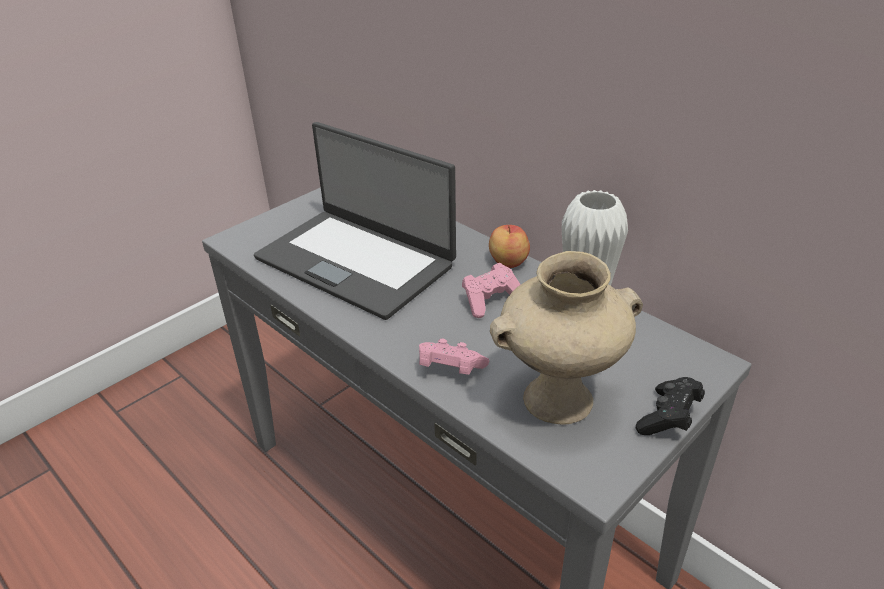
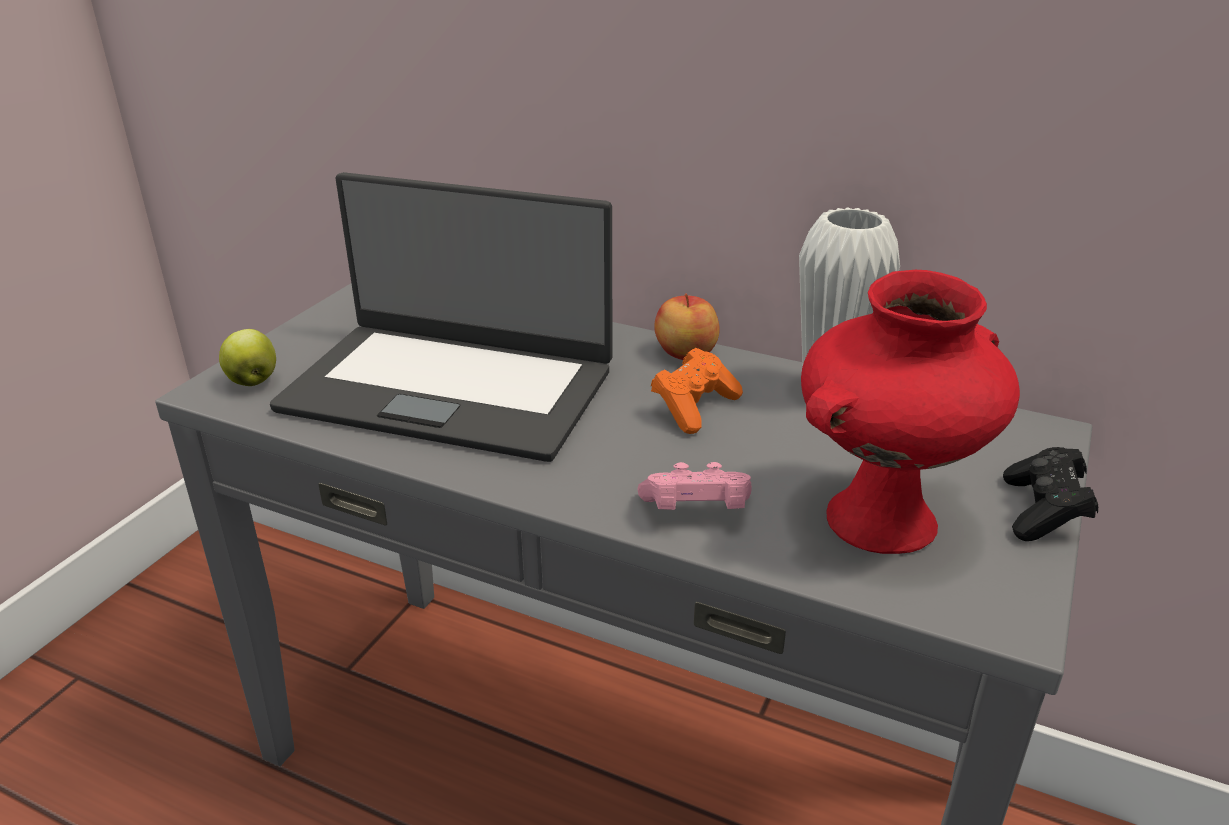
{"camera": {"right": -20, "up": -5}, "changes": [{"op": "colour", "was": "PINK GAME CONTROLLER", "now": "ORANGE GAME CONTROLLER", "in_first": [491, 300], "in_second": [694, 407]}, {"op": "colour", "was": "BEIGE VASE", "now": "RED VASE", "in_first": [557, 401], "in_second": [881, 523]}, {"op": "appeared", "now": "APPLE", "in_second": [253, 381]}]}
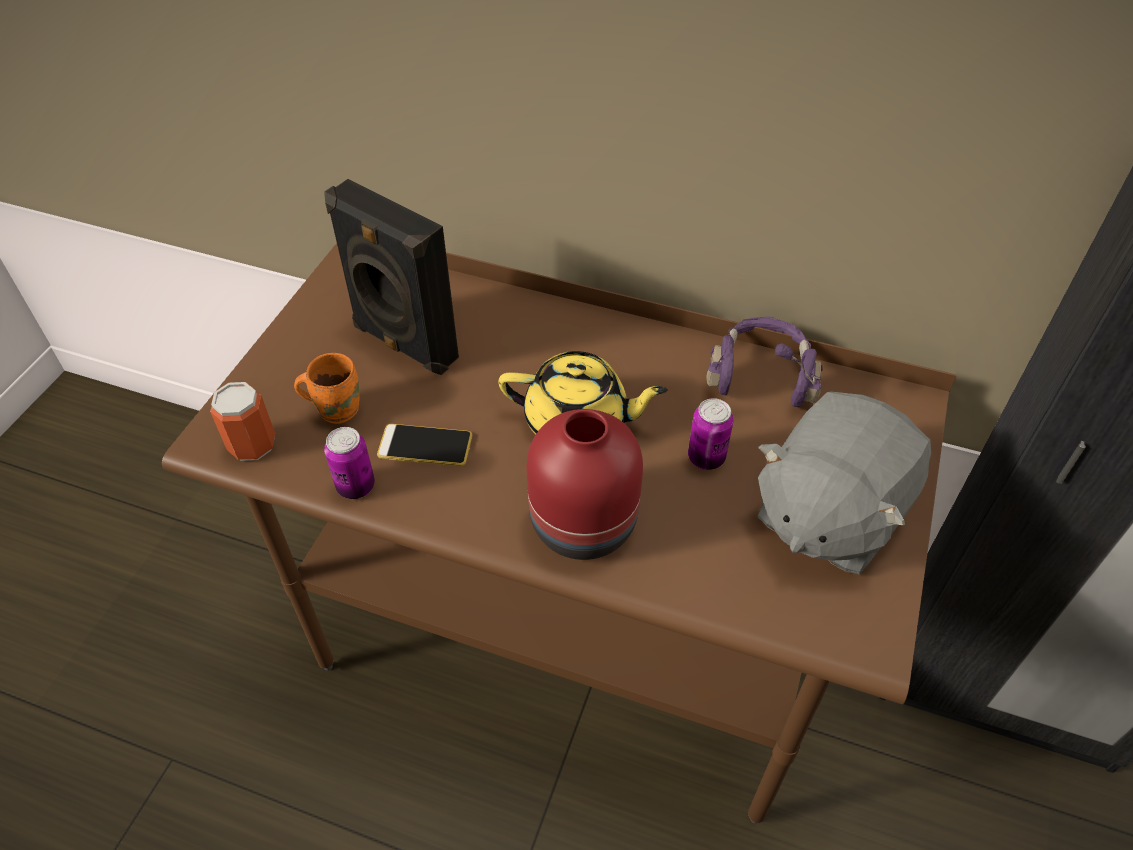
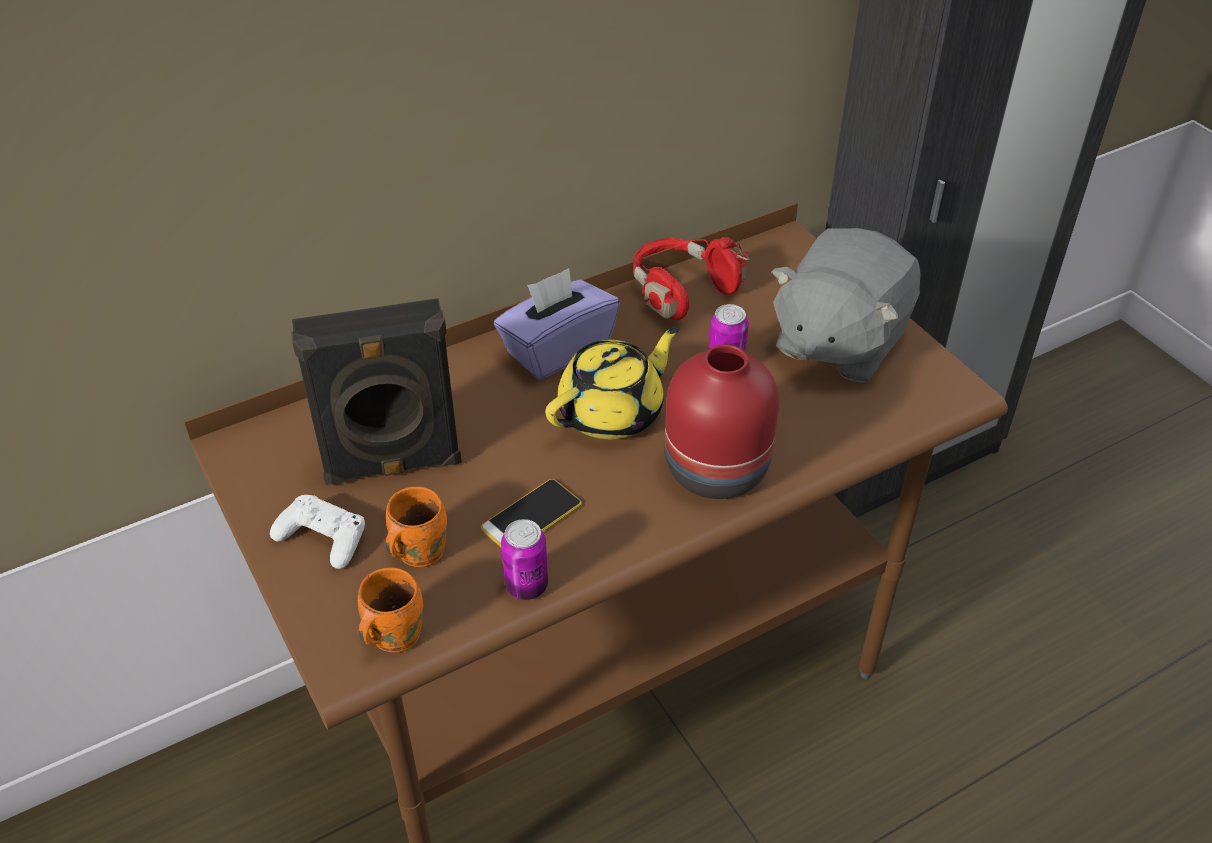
{"camera": {"right": -50, "up": -5}, "changes": [{"op": "exchanged", "was": "CAN", "now": "ORANGE MUG", "in_first": [252, 445], "in_second": [391, 635]}, {"op": "colour", "was": "PURPLE HEADPHONES", "now": "RED HEADPHONES", "in_first": [762, 375], "in_second": [681, 291]}, {"op": "spun", "was": "GREY PLUSH TOY", "in_first": [828, 514], "in_second": [838, 342], "clockwise": 45}, {"op": "appeared", "now": "WHITE GAME CONTROLLER", "in_second": [323, 538]}, {"op": "appeared", "now": "PURPLE TISSUE BOX", "in_second": [557, 349]}]}
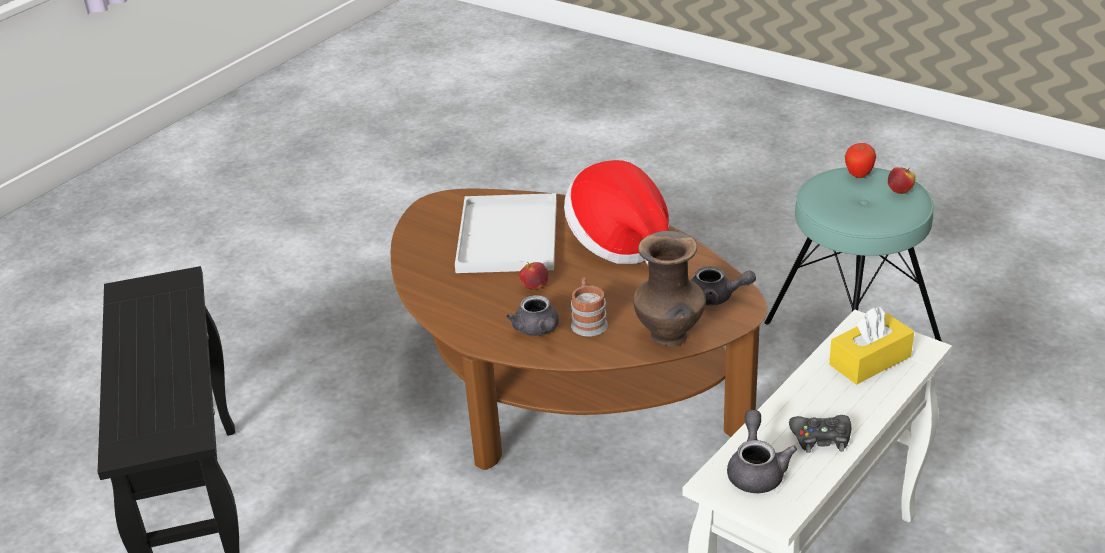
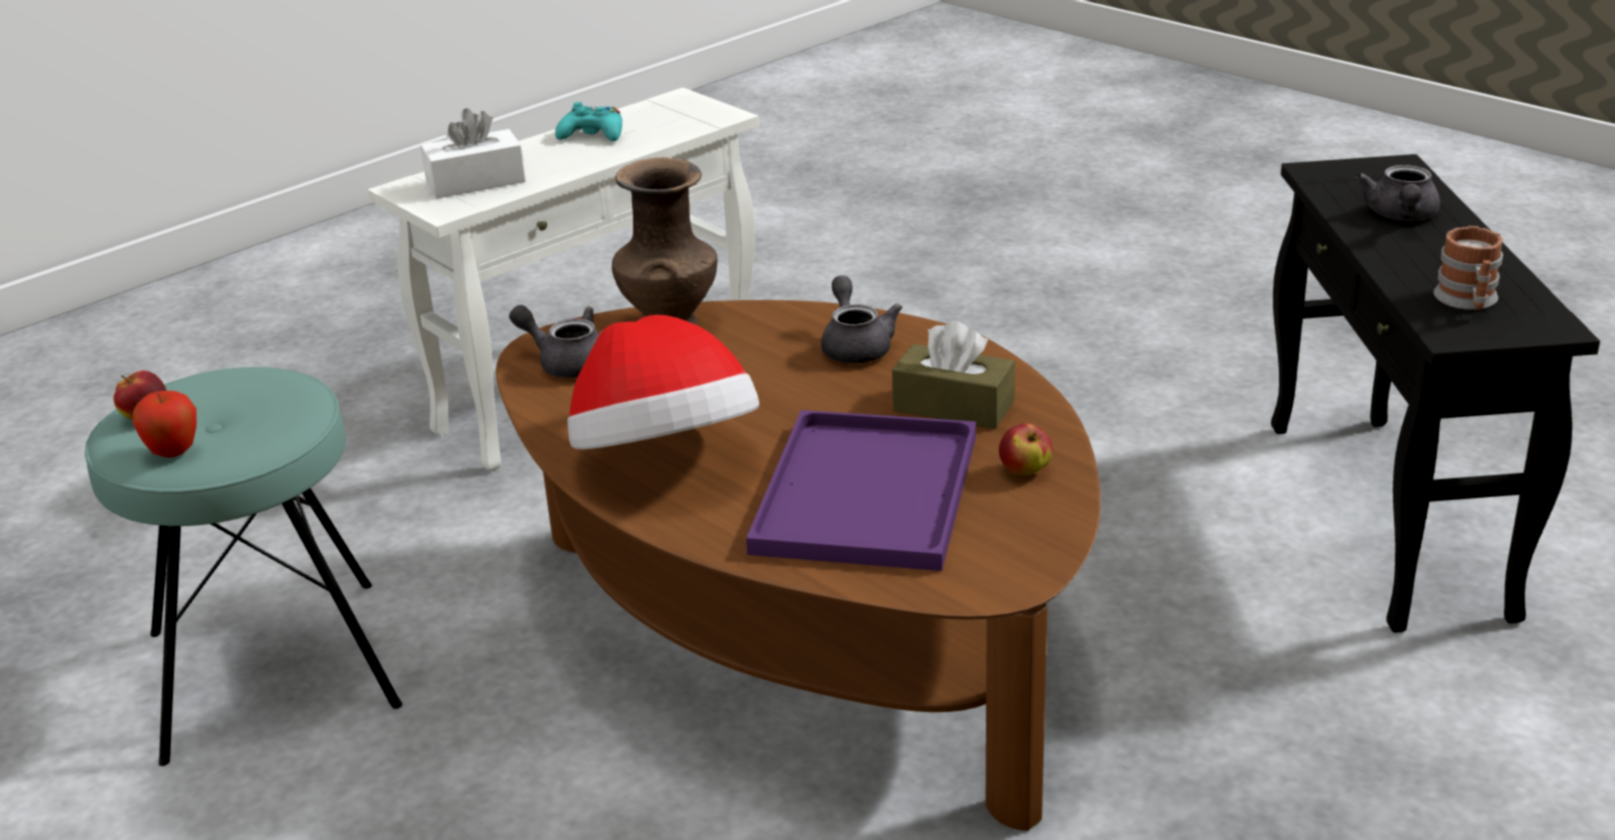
{"camera": {"right": -170, "up": -5}, "changes": [{"op": "colour", "was": "WHITE TRAY", "now": "PURPLE TRAY", "in_first": [509, 237], "in_second": [865, 490]}, {"op": "relocated", "was": "APPLE", "in_first": [534, 287], "in_second": [1025, 471]}, {"op": "relocated", "was": "MUG", "in_first": [588, 322], "in_second": [1468, 302]}, {"op": "relocated", "was": "GREY TEAPOT", "in_first": [756, 470], "in_second": [1400, 216]}, {"op": "colour", "was": "BLACK GAME CONTROLLER", "now": "TURQUOISE GAME CONTROLLER", "in_first": [821, 438], "in_second": [593, 135]}, {"op": "colour", "was": "YELLOW TISSUE BOX", "now": "WHITE TISSUE BOX", "in_first": [870, 360], "in_second": [476, 182]}, {"op": "appeared", "now": "BROWN TISSUE BOX", "in_second": [953, 406]}]}
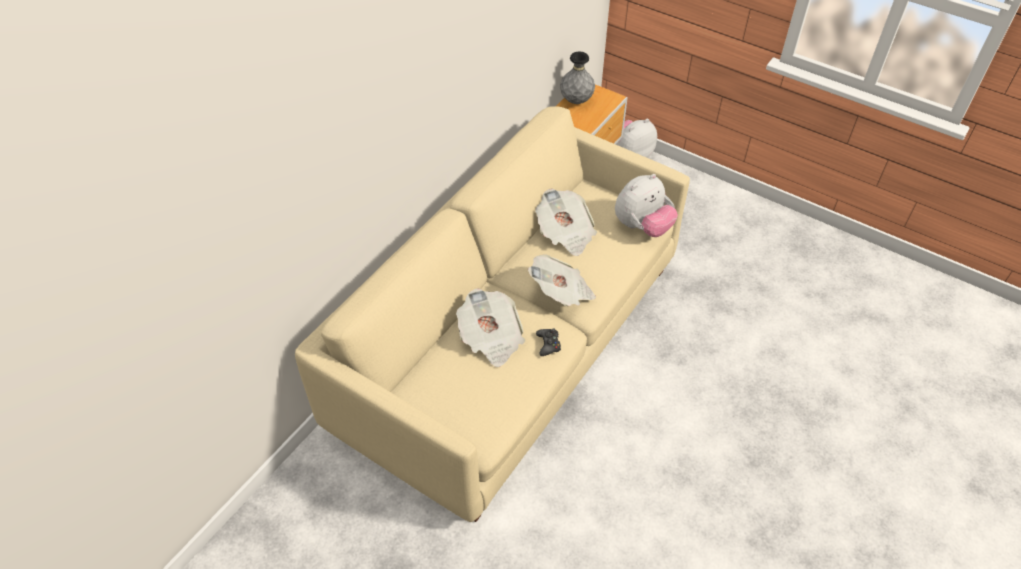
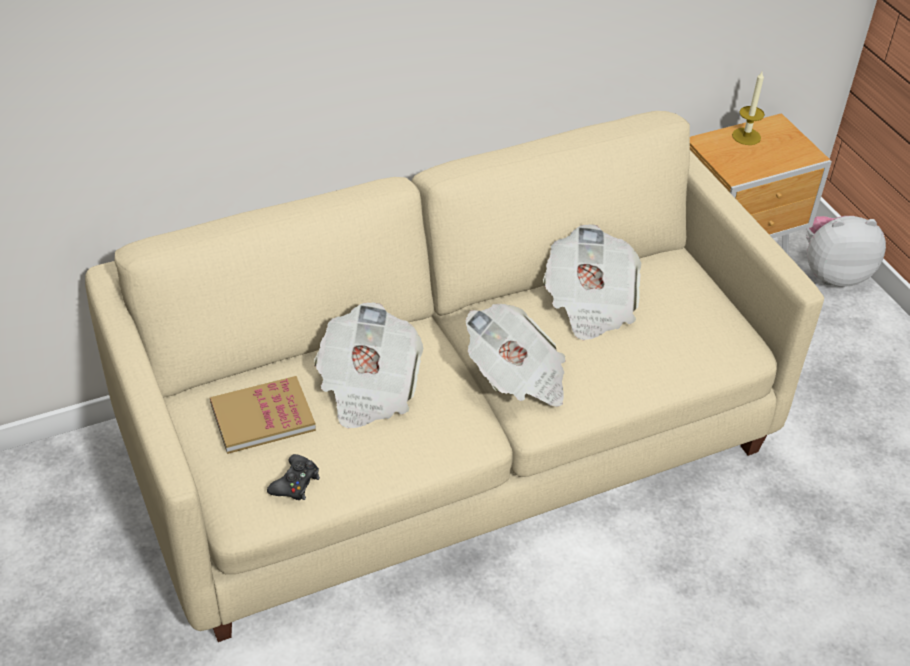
{"camera": {"right": 30, "up": -5}, "changes": [{"op": "relocated", "was": "BLACK GAME CONTROLLER", "in_first": [548, 344], "in_second": [295, 483]}, {"op": "exchanged", "was": "GREY VASE", "now": "CANDLE", "in_first": [576, 101], "in_second": [746, 136]}, {"op": "missing", "was": "PLUSH TOY", "in_first": [642, 227]}, {"op": "appeared", "now": "BOOK", "in_second": [262, 417]}]}
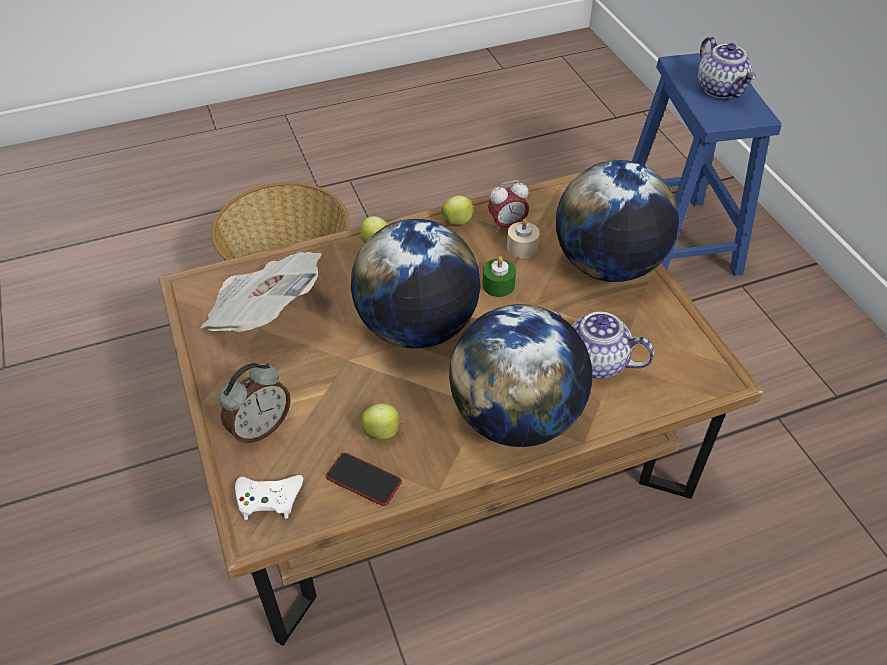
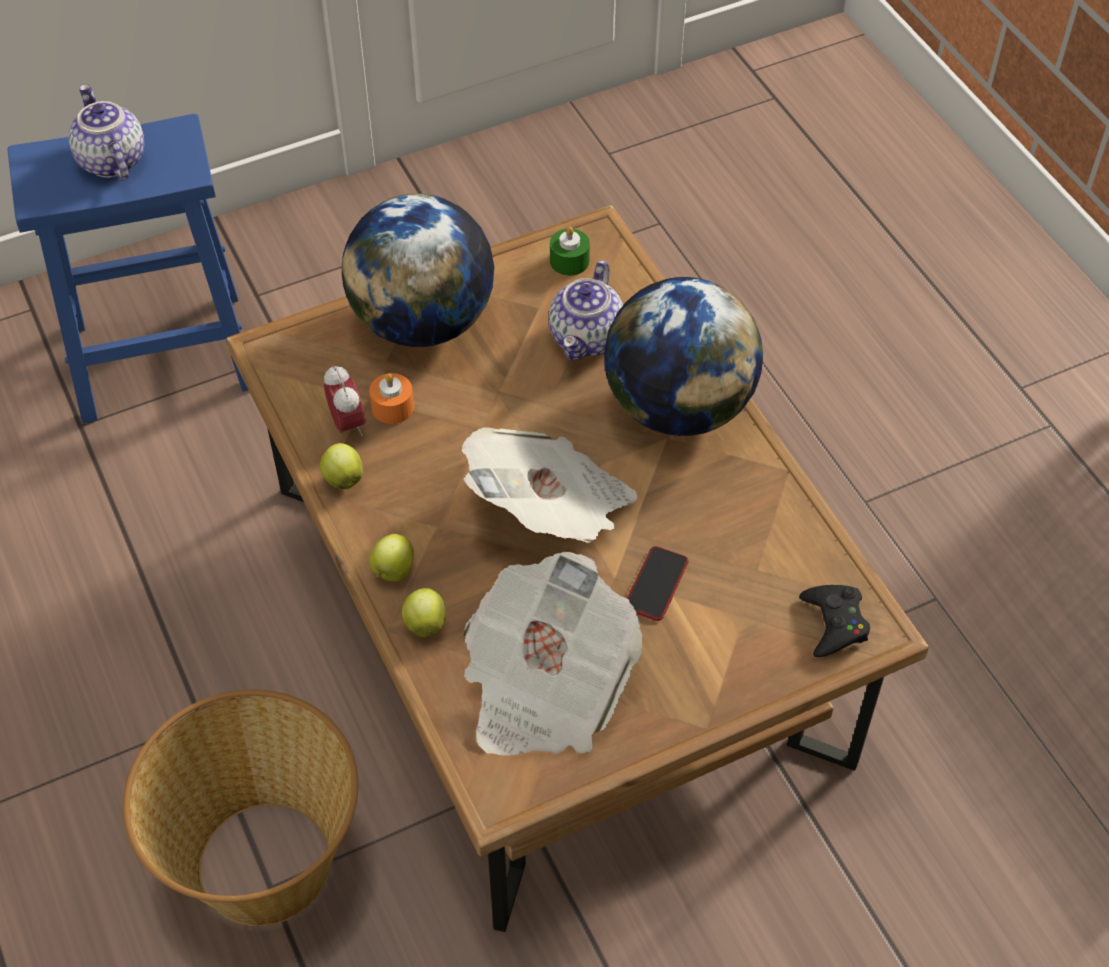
{"camera": {"right": -95, "up": 5}, "changes": [{"op": "missing", "was": "ALARM CLOCK", "in_first": [260, 427]}, {"op": "colour", "was": "WHITE GAME CONTROLLER", "now": "BLACK GAME CONTROLLER", "in_first": [268, 499], "in_second": [834, 624]}, {"op": "relocated", "was": "PHONE", "in_first": [364, 480], "in_second": [656, 584]}, {"op": "exchanged", "was": "GLOBE", "now": "NEWSPAPER", "in_first": [417, 327], "in_second": [551, 509]}, {"op": "relocated", "was": "APPLE", "in_first": [383, 432], "in_second": [425, 624]}, {"op": "relocated", "was": "GREEN CANDLE", "in_first": [498, 285], "in_second": [569, 261]}, {"op": "colour", "was": "BEIGE CANDLE", "now": "ORANGE CANDLE", "in_first": [522, 247], "in_second": [392, 407]}, {"op": "spun", "was": "TEAPOT", "in_first": [721, 89], "in_second": [110, 161], "clockwise": -90}]}
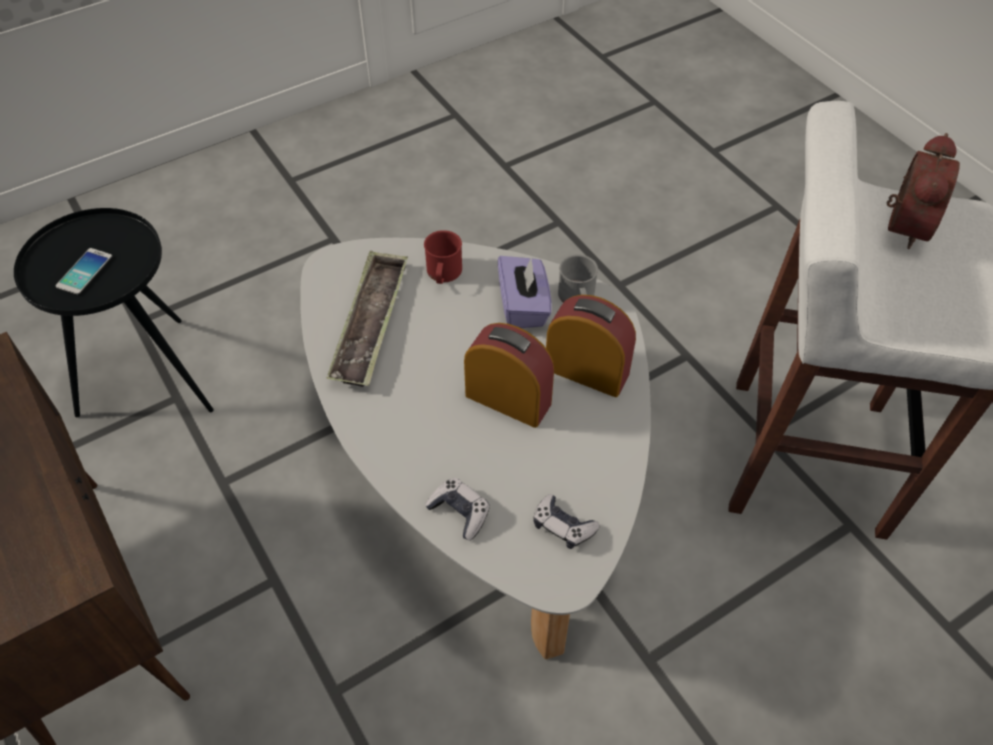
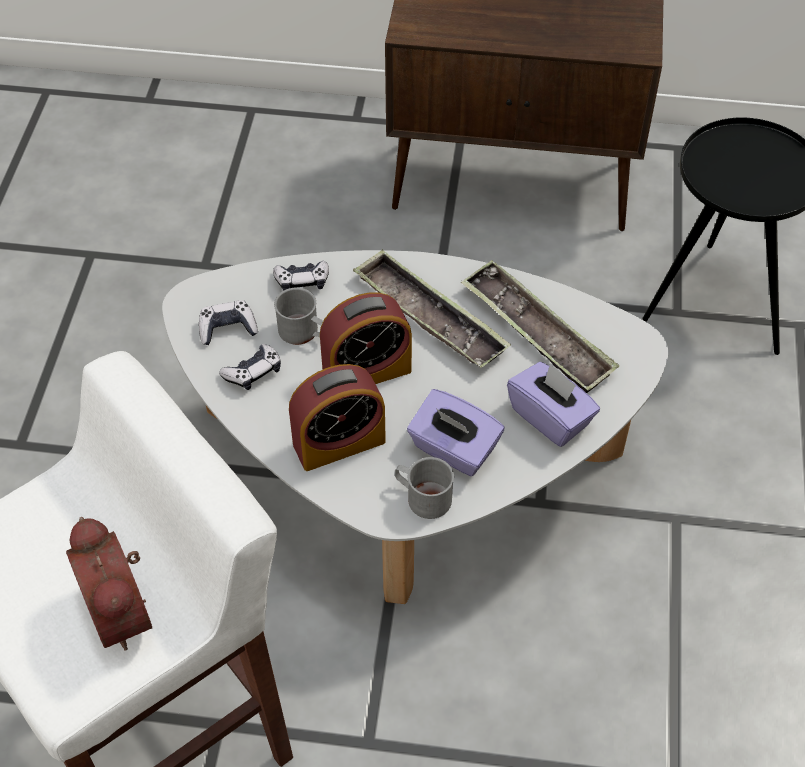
{"camera": {"right": 130, "up": 0}, "changes": [{"op": "missing", "was": "PHONE", "in_first": [85, 272]}, {"op": "exchanged", "was": "RED MUG", "now": "PURPLE TISSUE BOX", "in_first": [443, 274], "in_second": [550, 417]}, {"op": "appeared", "now": "GAME CONTROLLER", "in_second": [253, 372]}, {"op": "appeared", "now": "GREY MUG", "in_second": [303, 332]}, {"op": "appeared", "now": "TRAY", "in_second": [429, 316]}]}
